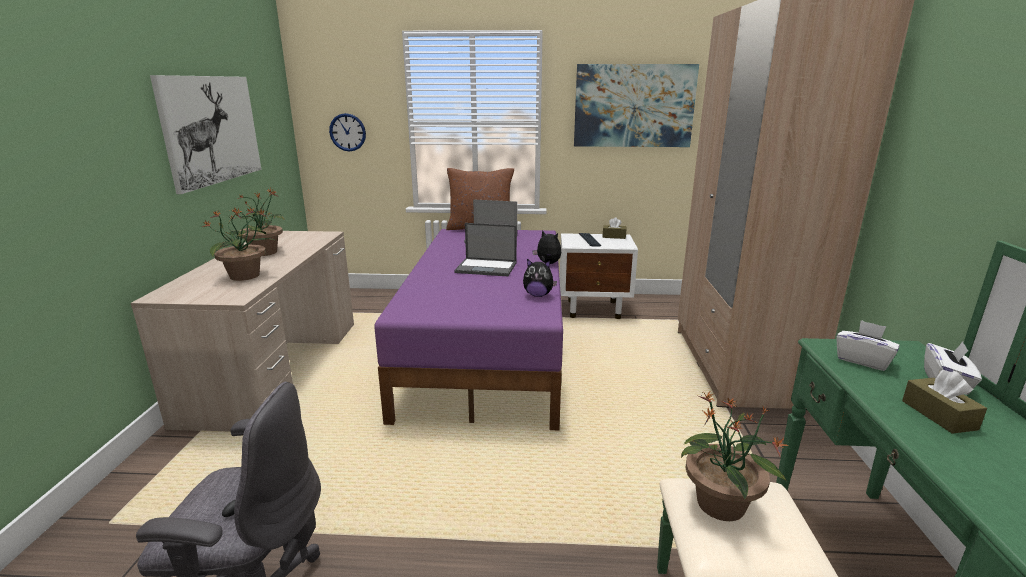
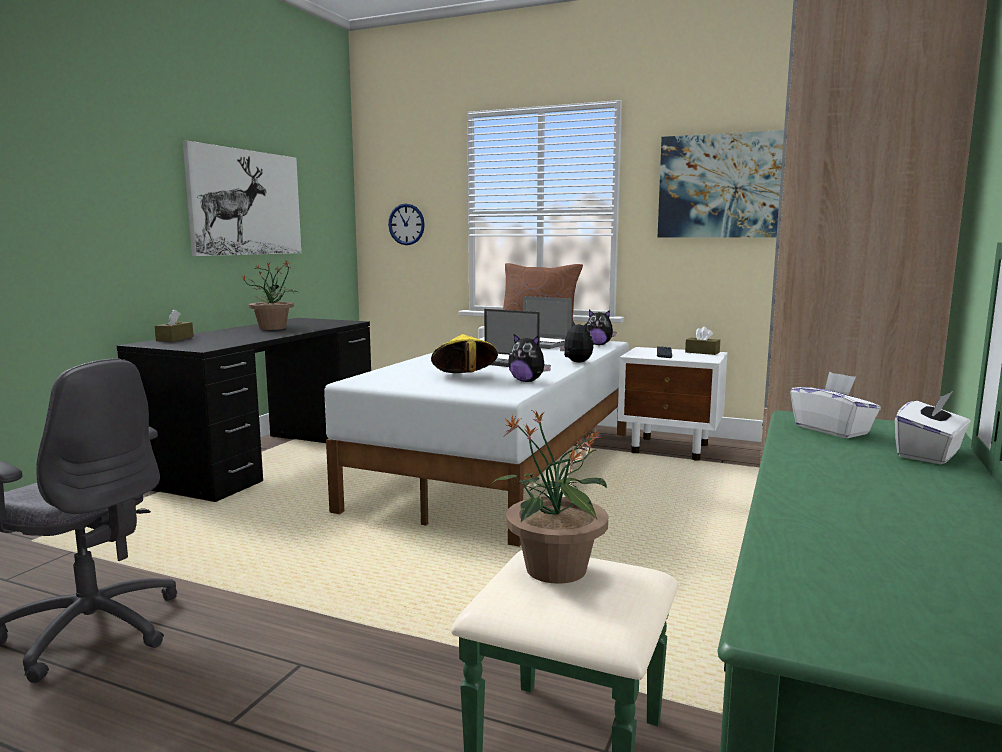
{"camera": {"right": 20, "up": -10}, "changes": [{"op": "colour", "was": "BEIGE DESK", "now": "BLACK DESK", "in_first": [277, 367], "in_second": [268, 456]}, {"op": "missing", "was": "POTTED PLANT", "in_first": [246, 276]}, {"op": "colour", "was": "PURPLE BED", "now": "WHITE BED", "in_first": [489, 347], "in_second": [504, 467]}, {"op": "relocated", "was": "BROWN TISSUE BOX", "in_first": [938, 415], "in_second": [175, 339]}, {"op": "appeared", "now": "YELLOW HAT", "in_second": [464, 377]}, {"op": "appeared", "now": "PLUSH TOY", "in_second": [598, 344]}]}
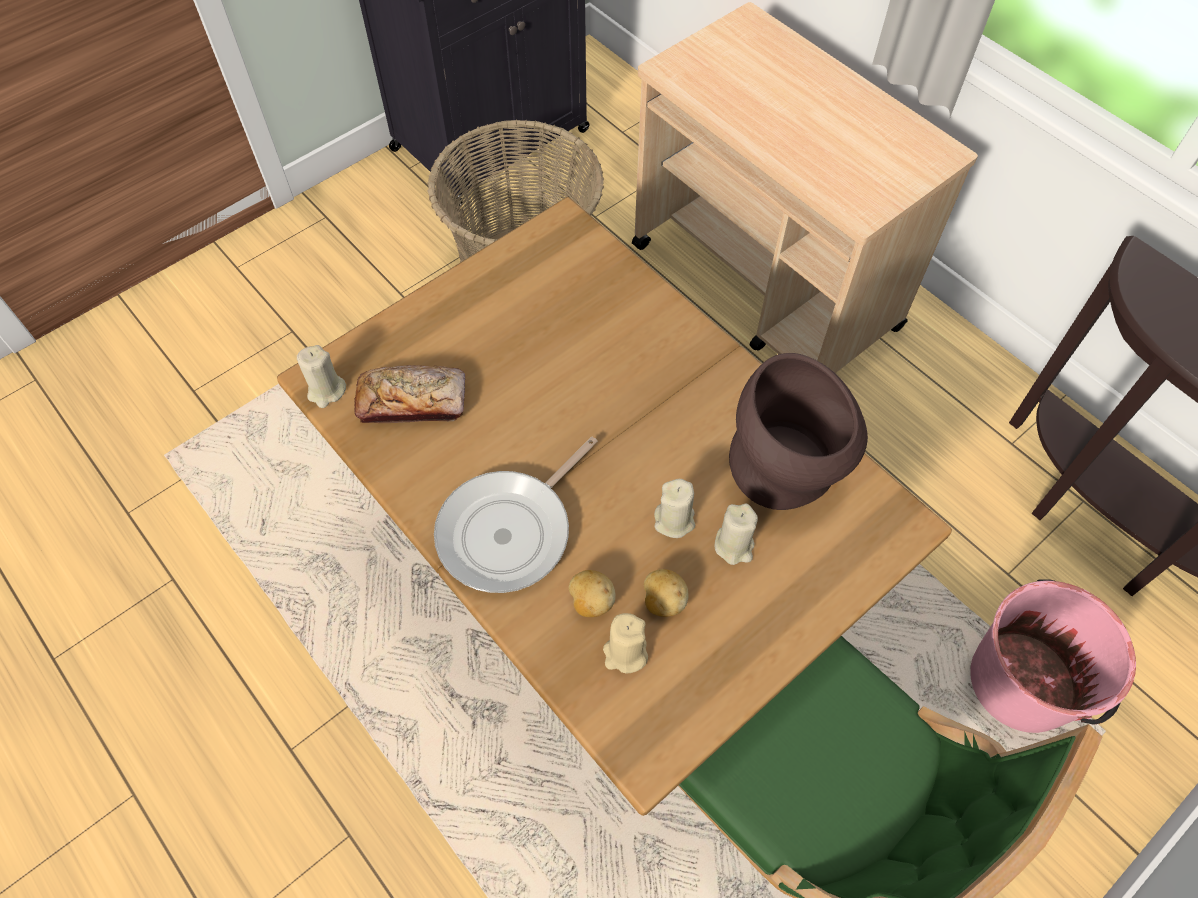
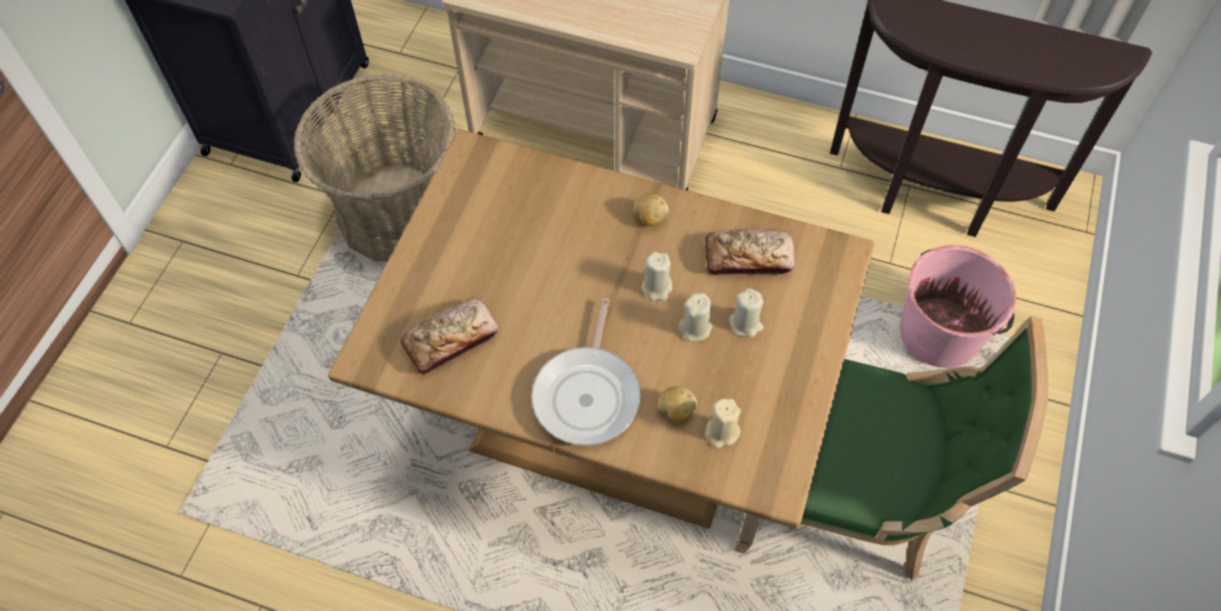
{"camera": {"right": -30, "up": 0}, "changes": [{"op": "relocated", "was": "BEIGE CANDLE", "in_first": [326, 391], "in_second": [657, 287]}, {"op": "relocated", "was": "POTATO", "in_first": [663, 601], "in_second": [650, 218]}, {"op": "exchanged", "was": "BROWN VASE", "now": "BREAD", "in_first": [786, 473], "in_second": [748, 258]}]}
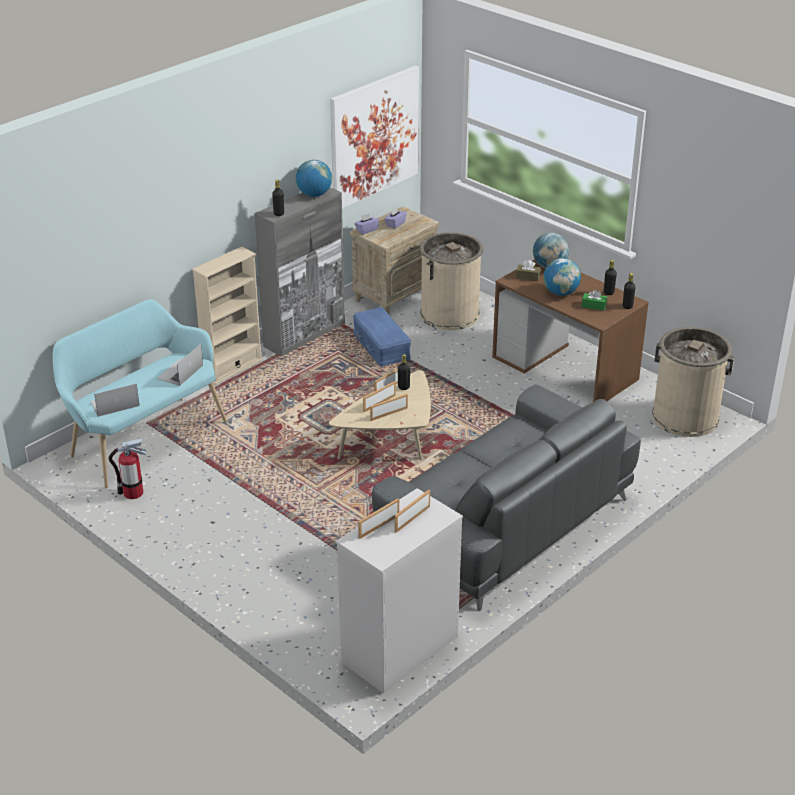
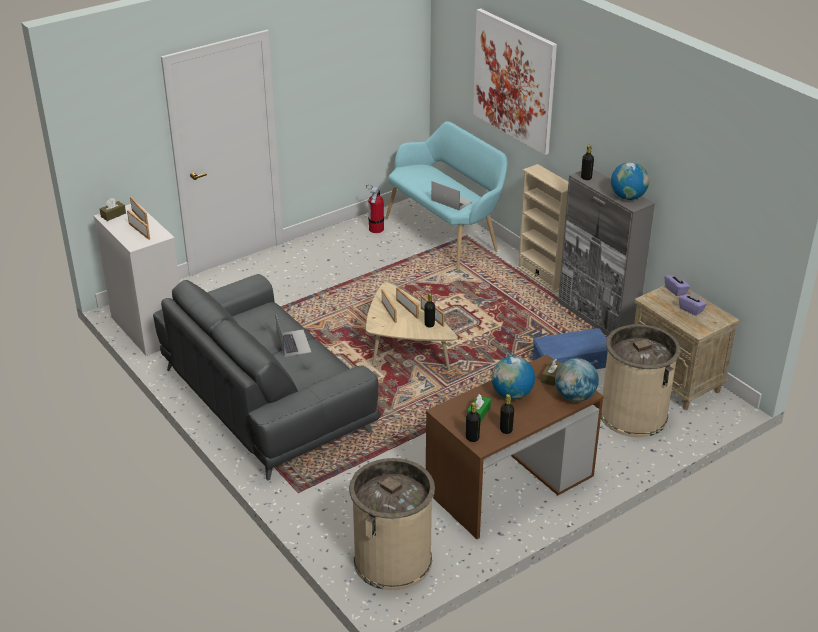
{"camera": {"right": 100, "up": 0}, "changes": [{"op": "relocated", "was": "LAPTOP", "in_first": [114, 404], "in_second": [293, 343]}, {"op": "relocated", "was": "PICTURE", "in_first": [374, 137], "in_second": [514, 80]}, {"op": "appeared", "now": "BROWN TISSUE BOX", "in_second": [113, 215]}]}
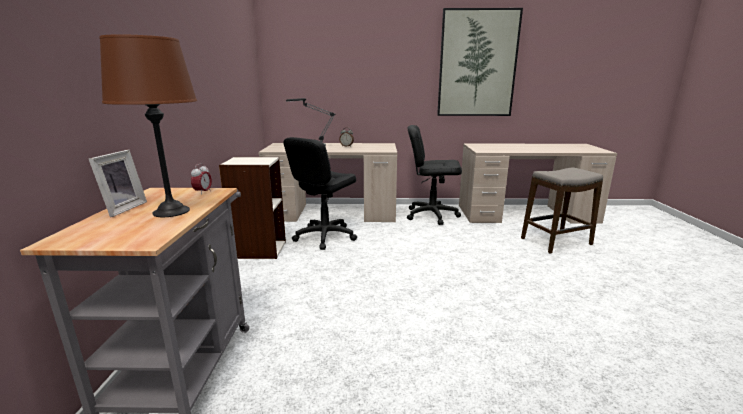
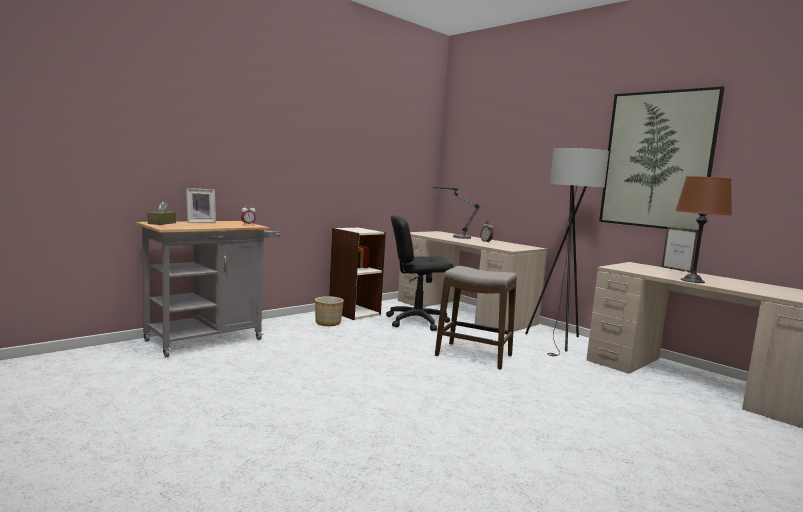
{"camera": {"right": 45, "up": -10}, "changes": [{"op": "relocated", "was": "BROWN TABLE LAMP", "in_first": [171, 211], "in_second": [692, 281]}, {"op": "exchanged", "was": "BLACK OFFICE CHAIR", "now": "GREY FLOOR LAMP", "in_first": [431, 215], "in_second": [558, 342]}, {"op": "relocated", "was": "STOOL", "in_first": [556, 242], "in_second": [474, 356]}, {"op": "appeared", "now": "BROWN TISSUE BOX", "in_second": [162, 223]}, {"op": "appeared", "now": "PLANTER", "in_second": [328, 323]}, {"op": "appeared", "now": "PICTURE FRAME", "in_second": [676, 270]}]}
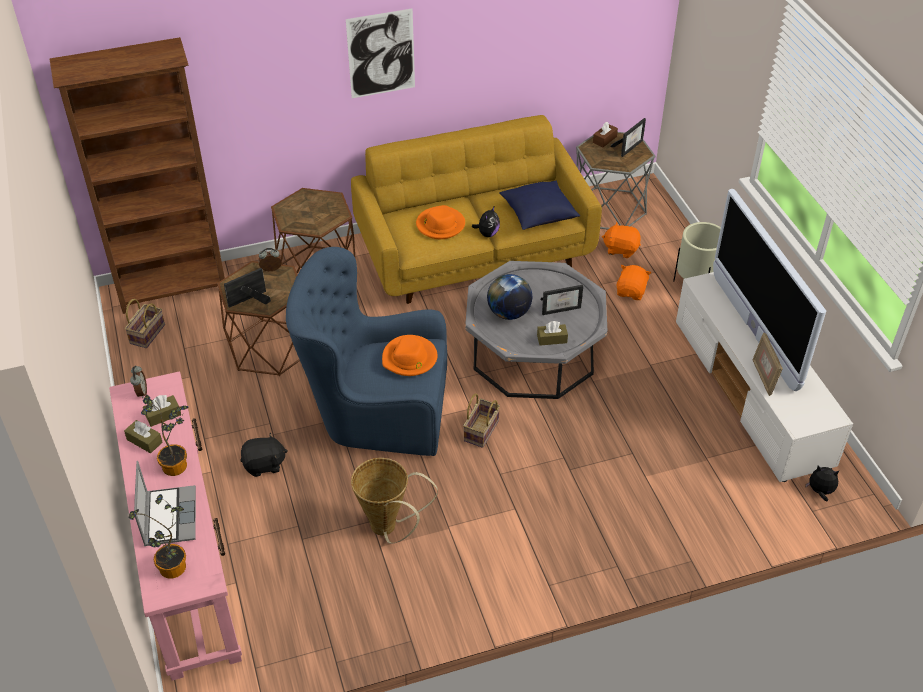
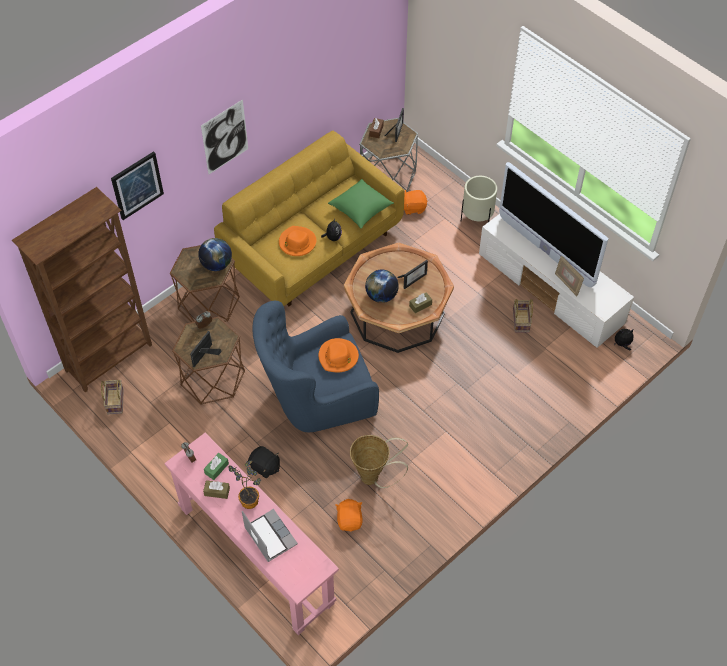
{"camera": {"right": -25, "up": 10}, "changes": [{"op": "missing", "was": "POTTED PLANT", "in_first": [173, 571]}, {"op": "colour", "was": "BROWN TISSUE BOX", "now": "GREEN TISSUE BOX", "in_first": [163, 415], "in_second": [216, 468]}, {"op": "spun", "was": "BLACK PLUSH TOY", "in_first": [264, 465], "in_second": [265, 467], "clockwise": 75}, {"op": "relocated", "was": "BASKET", "in_first": [481, 432], "in_second": [521, 321]}, {"op": "colour", "was": "GREY COFFEE TABLE", "now": "BROWN COFFEE TABLE", "in_first": [533, 354], "in_second": [397, 313]}, {"op": "colour", "was": "BLUE PILLOW", "now": "GREEN PILLOW", "in_first": [538, 215], "in_second": [361, 210]}, {"op": "relocated", "was": "ORANGE PLUSH TOY", "in_first": [631, 292], "in_second": [350, 520]}, {"op": "appeared", "now": "PICTURE", "in_second": [137, 185]}, {"op": "appeared", "now": "GLOBE", "in_second": [216, 264]}]}
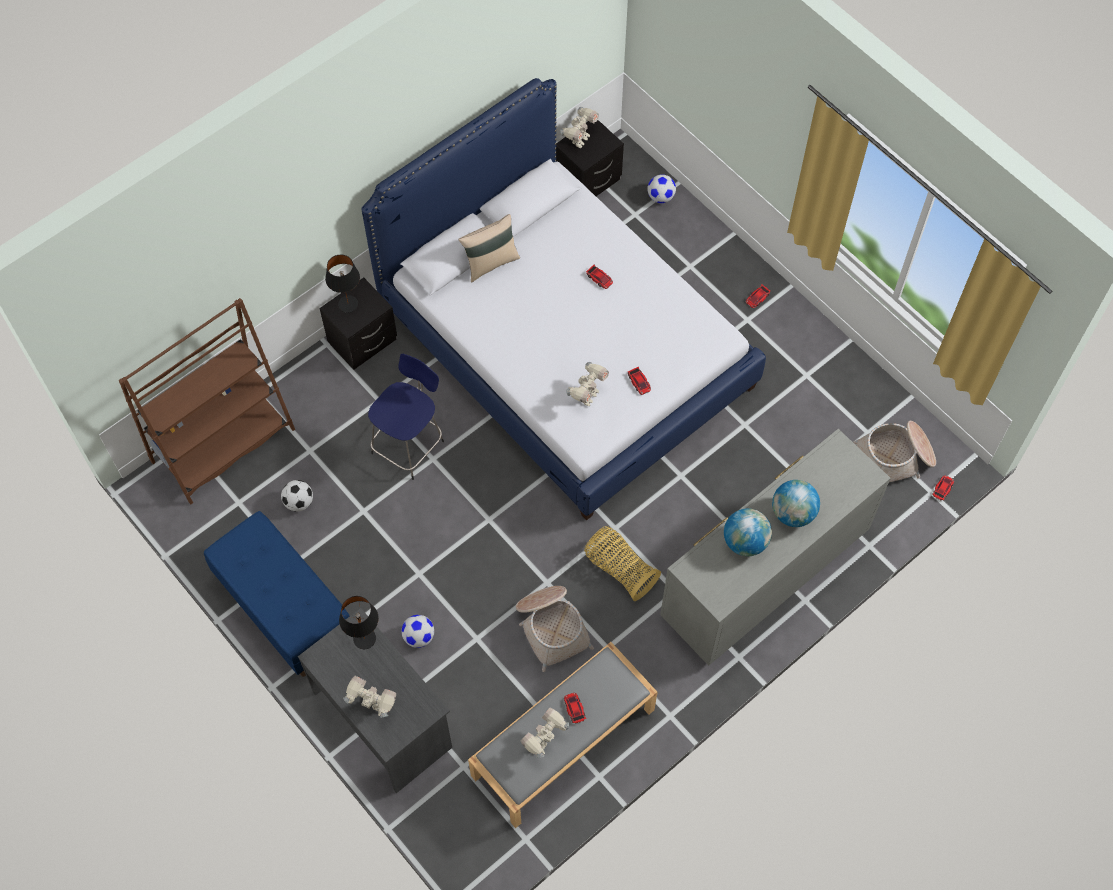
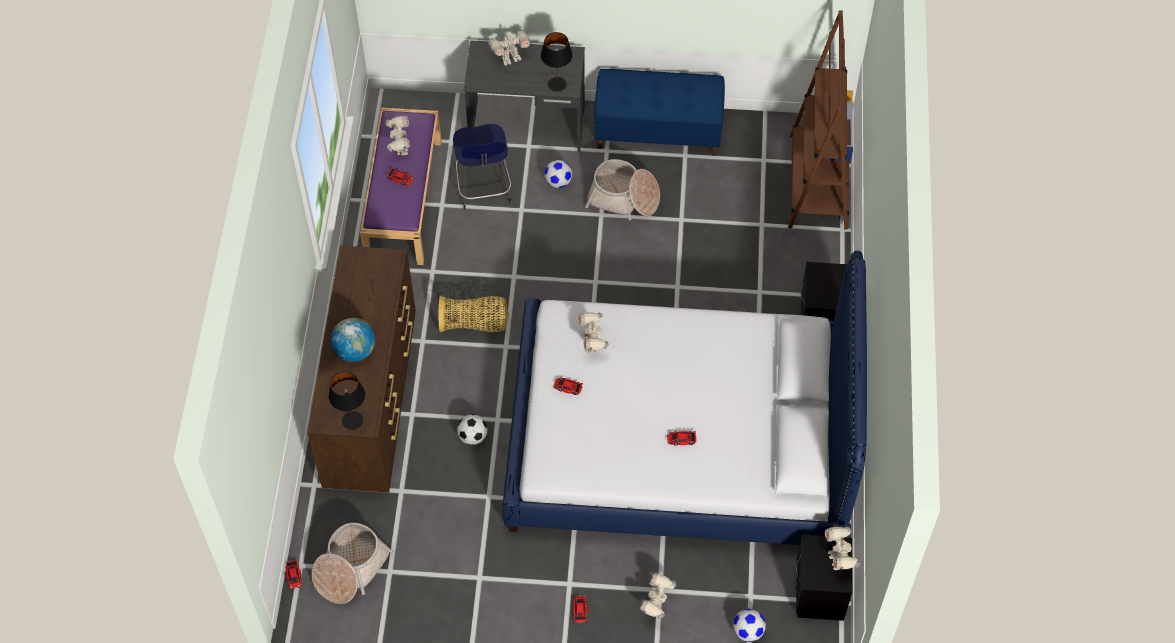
{"camera": {"right": 135, "up": -5}, "changes": [{"op": "relocated", "was": "FOOTBALL", "in_first": [299, 502], "in_second": [472, 437]}, {"op": "relocated", "was": "BLACK TABLE LAMP", "in_first": [348, 304], "in_second": [352, 420]}, {"op": "relocated", "was": "BLUE STOOL", "in_first": [409, 445], "in_second": [483, 188]}, {"op": "missing", "was": "BEIGE PILLOW", "in_first": [490, 262]}, {"op": "colour", "was": "GREY BENCH", "now": "PURPLE BENCH", "in_first": [563, 744], "in_second": [403, 198]}, {"op": "relocated", "was": "BASKET", "in_first": [552, 627], "in_second": [624, 198]}, {"op": "colour", "was": "GREY DRESSER", "now": "BROWN DRESSER", "in_first": [763, 575], "in_second": [372, 400]}, {"op": "missing", "was": "GLOBE", "in_first": [745, 541]}, {"op": "appeared", "now": "TOY ROBOT", "in_second": [656, 606]}]}
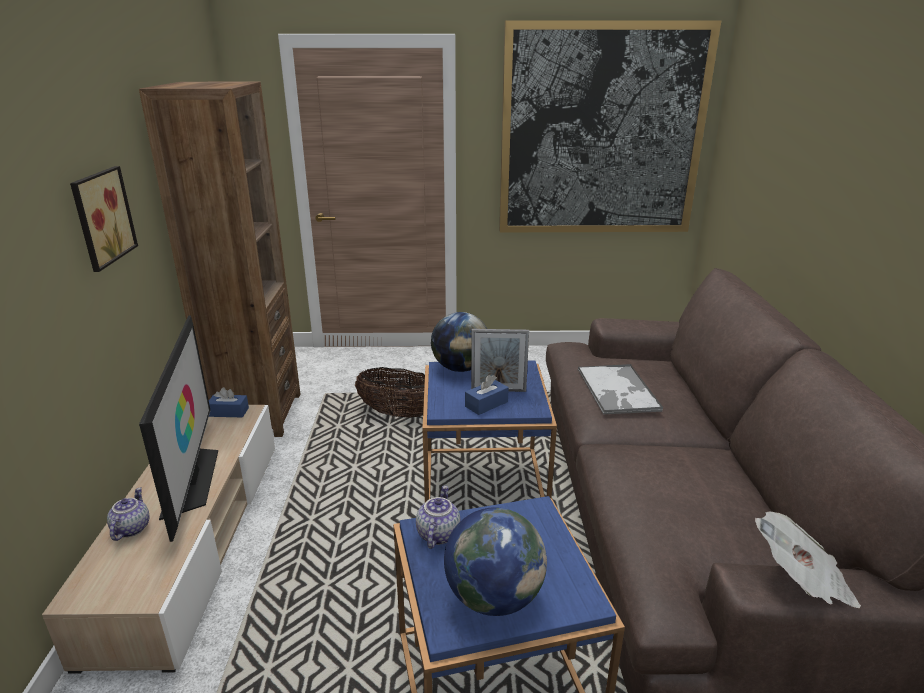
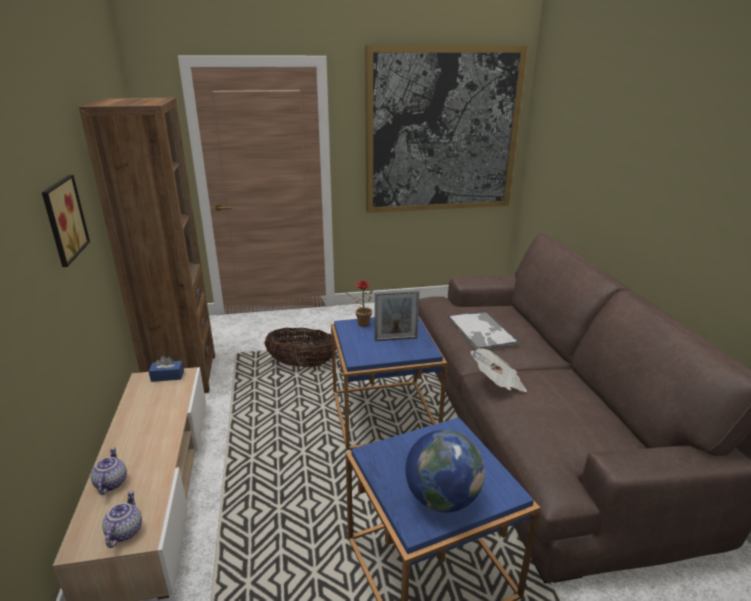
{"camera": {"right": -10, "up": 0}, "changes": [{"op": "missing", "was": "TELEVISION", "in_first": [192, 479]}, {"op": "relocated", "was": "TEAPOT", "in_first": [437, 534], "in_second": [124, 531]}, {"op": "exchanged", "was": "GLOBE", "now": "POTTED PLANT", "in_first": [460, 368], "in_second": [361, 324]}, {"op": "missing", "was": "BLUE TISSUE BOX", "in_first": [486, 404]}, {"op": "relocated", "was": "NEWSPAPER", "in_first": [801, 580], "in_second": [497, 383]}]}
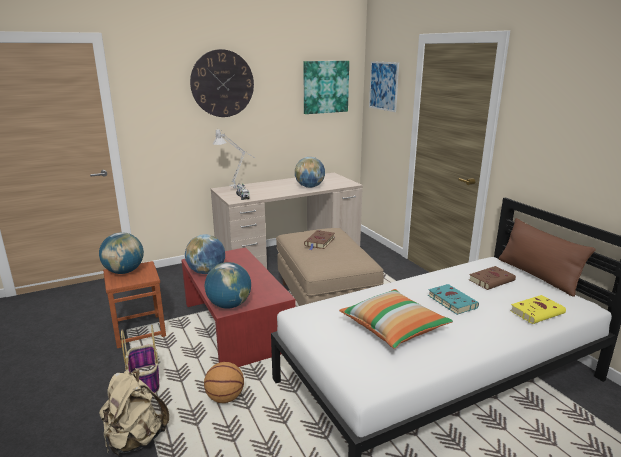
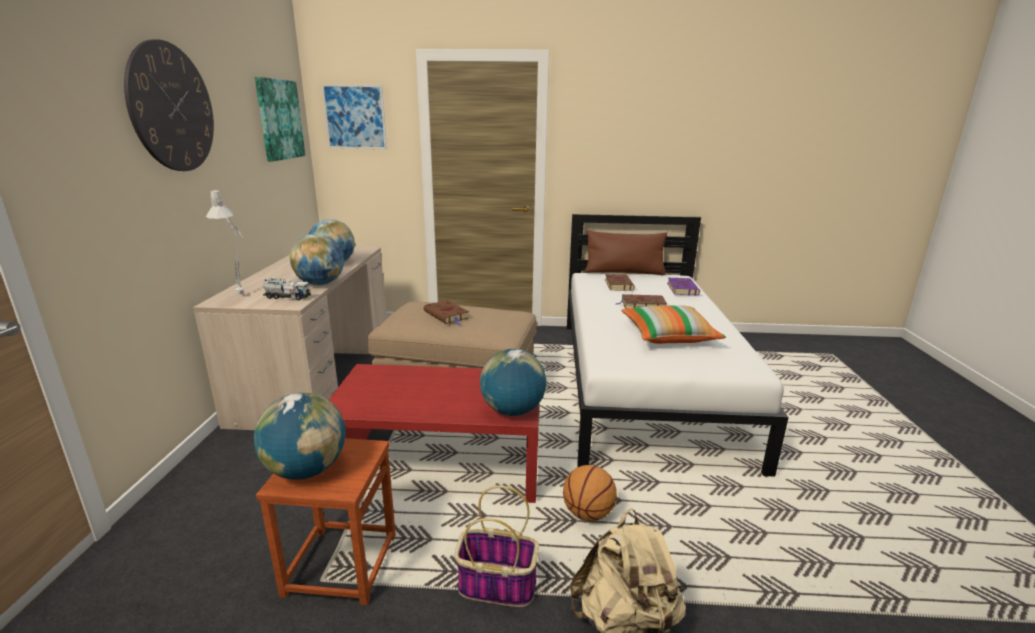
{"camera": {"right": -60, "up": 0}, "changes": [{"op": "relocated", "was": "GLOBE", "in_first": [207, 272], "in_second": [320, 284]}, {"op": "colour", "was": "TURQUOISE BOOK", "now": "BROWN BOOK", "in_first": [451, 301], "in_second": [642, 305]}, {"op": "colour", "was": "YELLOW BOOK", "now": "PURPLE BOOK", "in_first": [537, 312], "in_second": [682, 288]}]}
